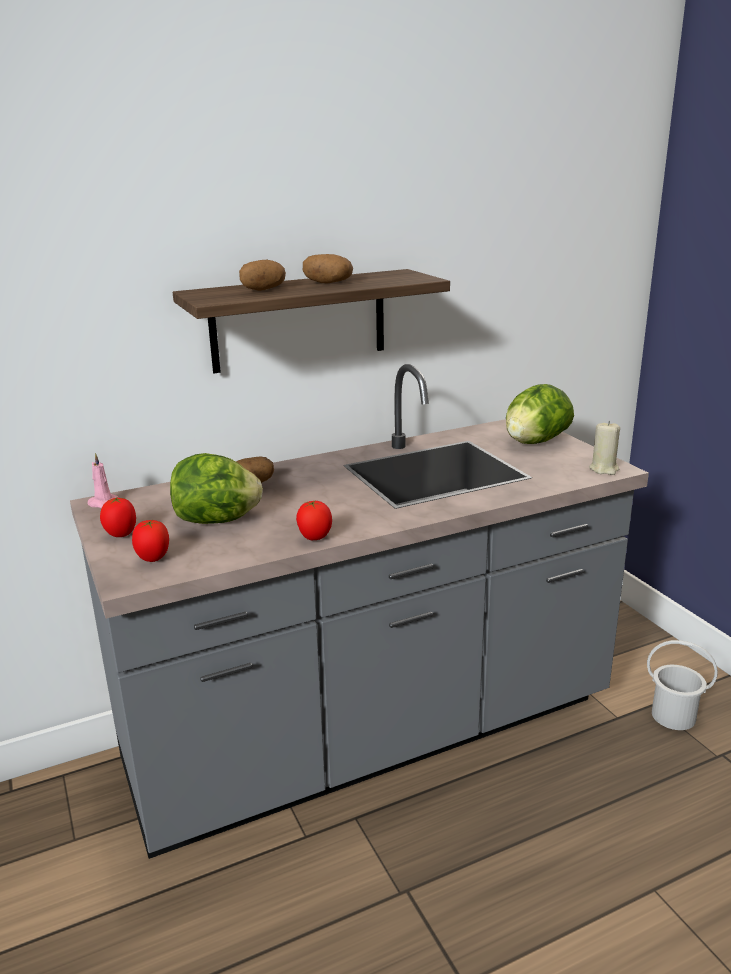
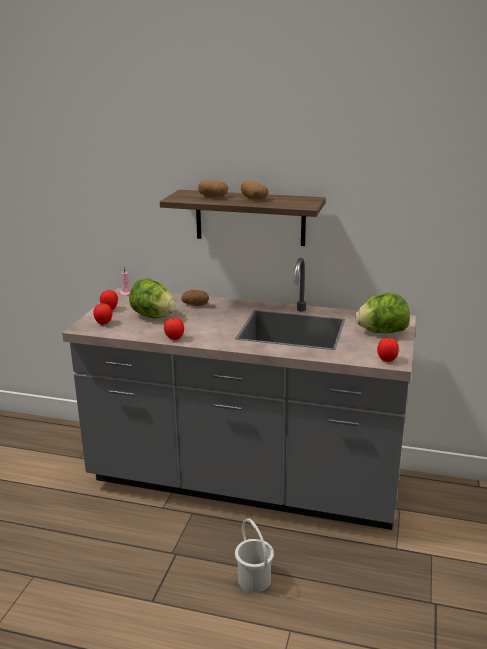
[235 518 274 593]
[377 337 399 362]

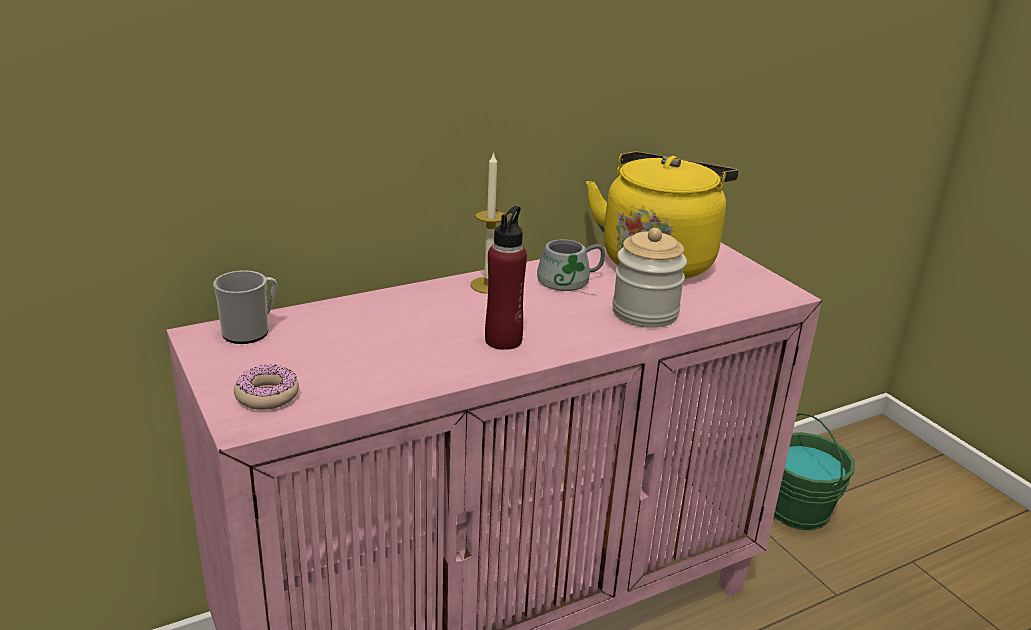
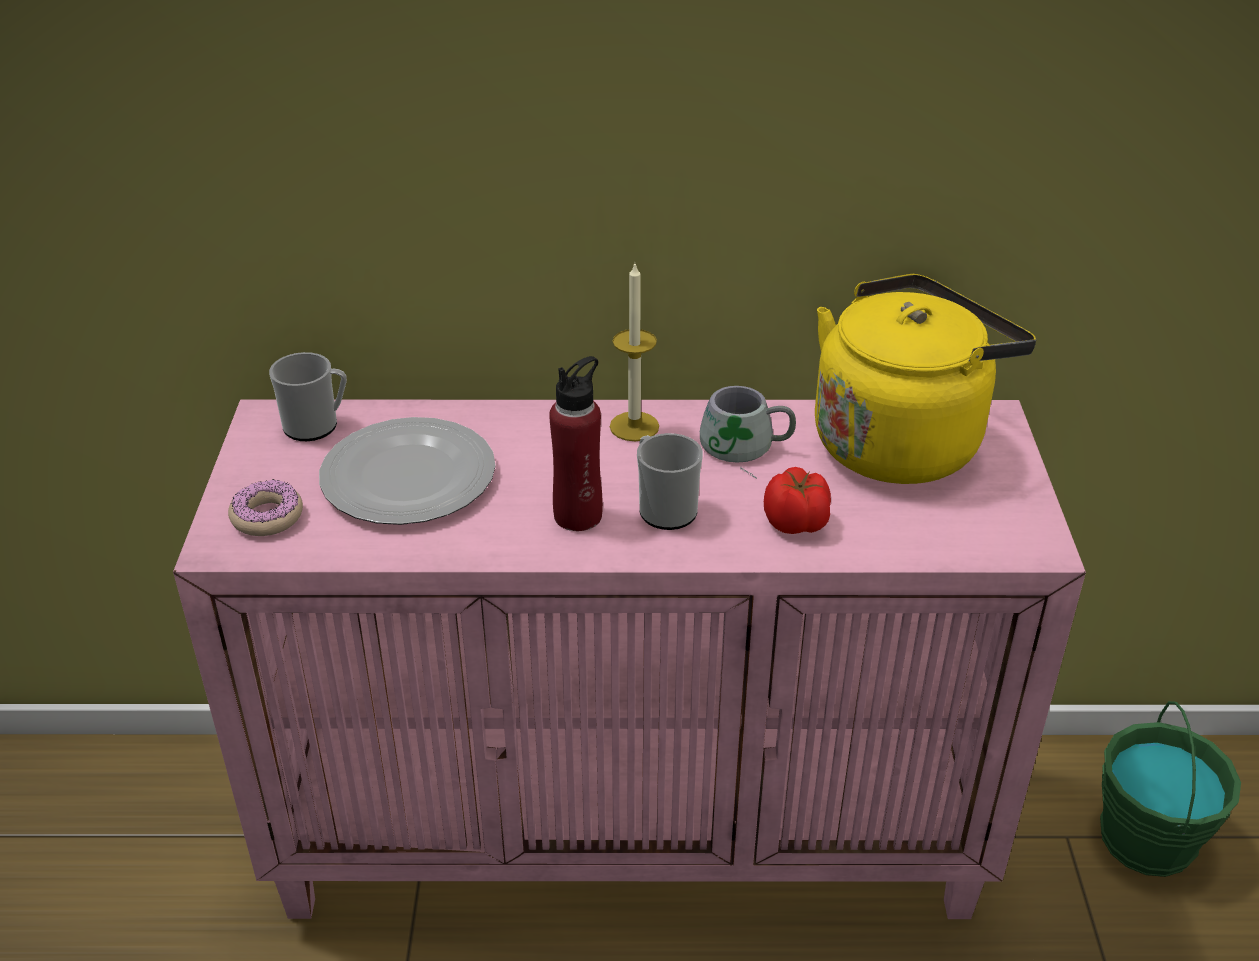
[319 417 495 525]
[637 433 703 530]
[764 467 831 534]

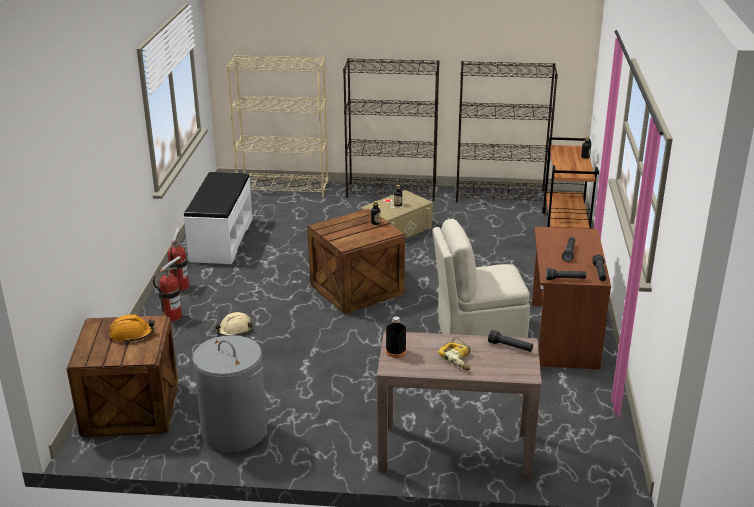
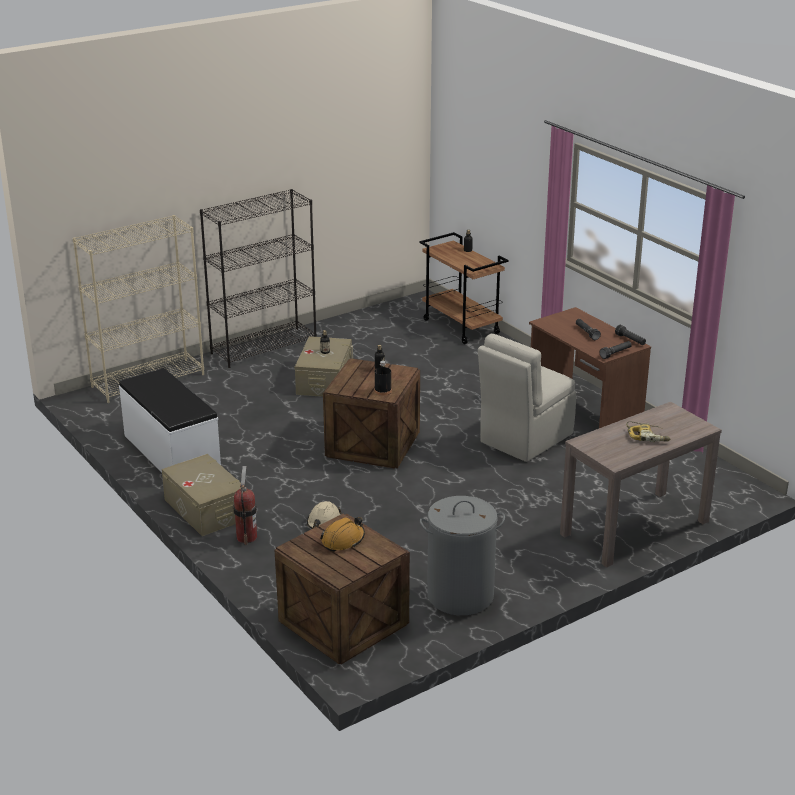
[162 454 241 536]
[374 361 392 396]
[456 61 558 206] (first image)
[488 330 533 352] (first image)

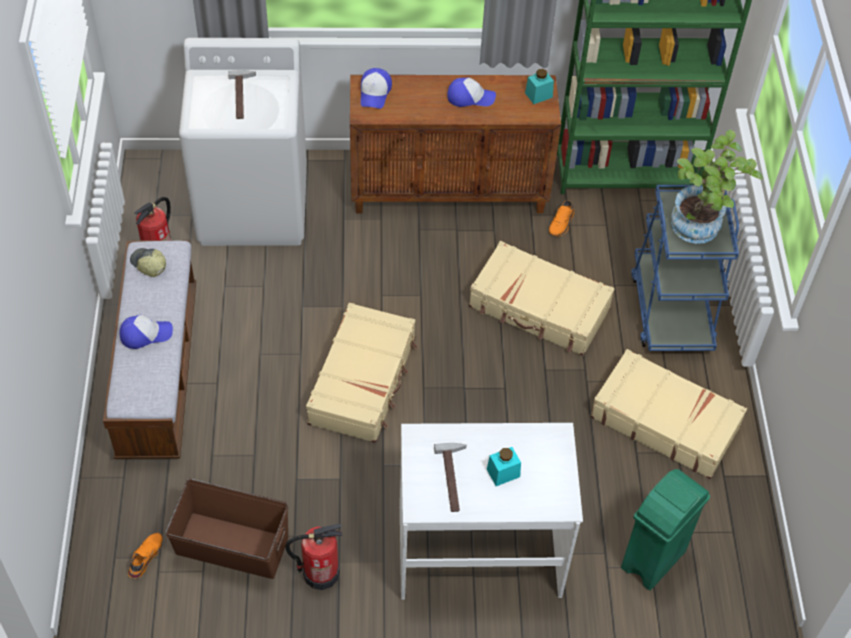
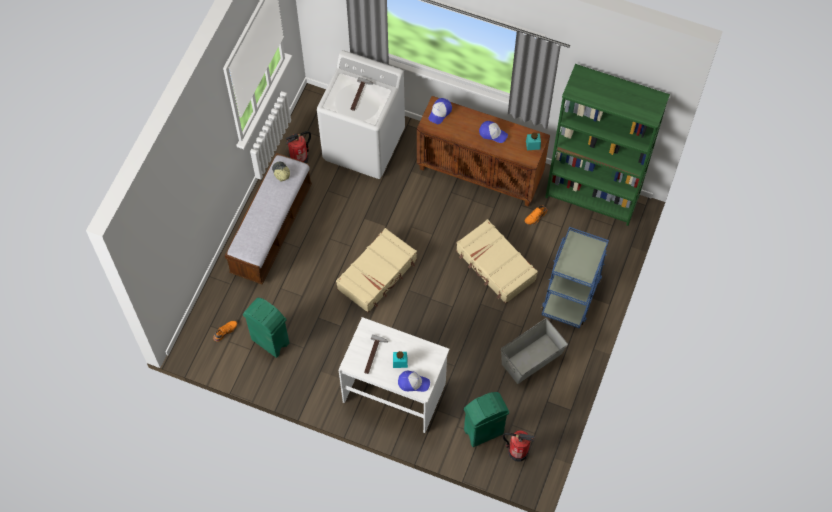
[243 298 289 358]
[398 371 430 392]
[501 318 568 384]
[502 431 535 461]
[671 130 763 244] (first image)

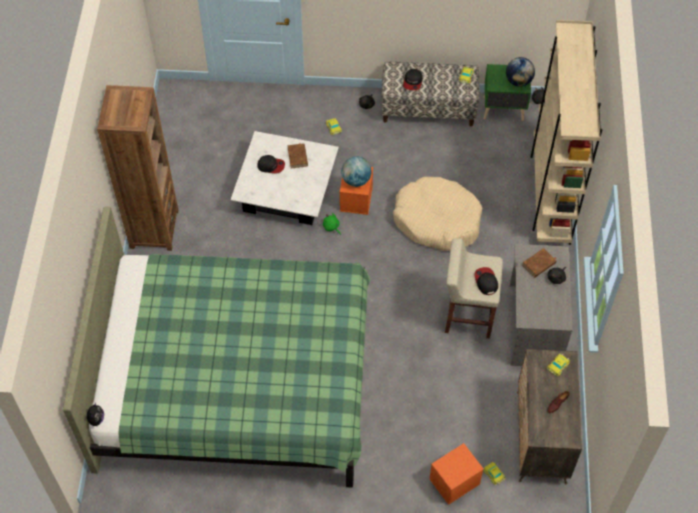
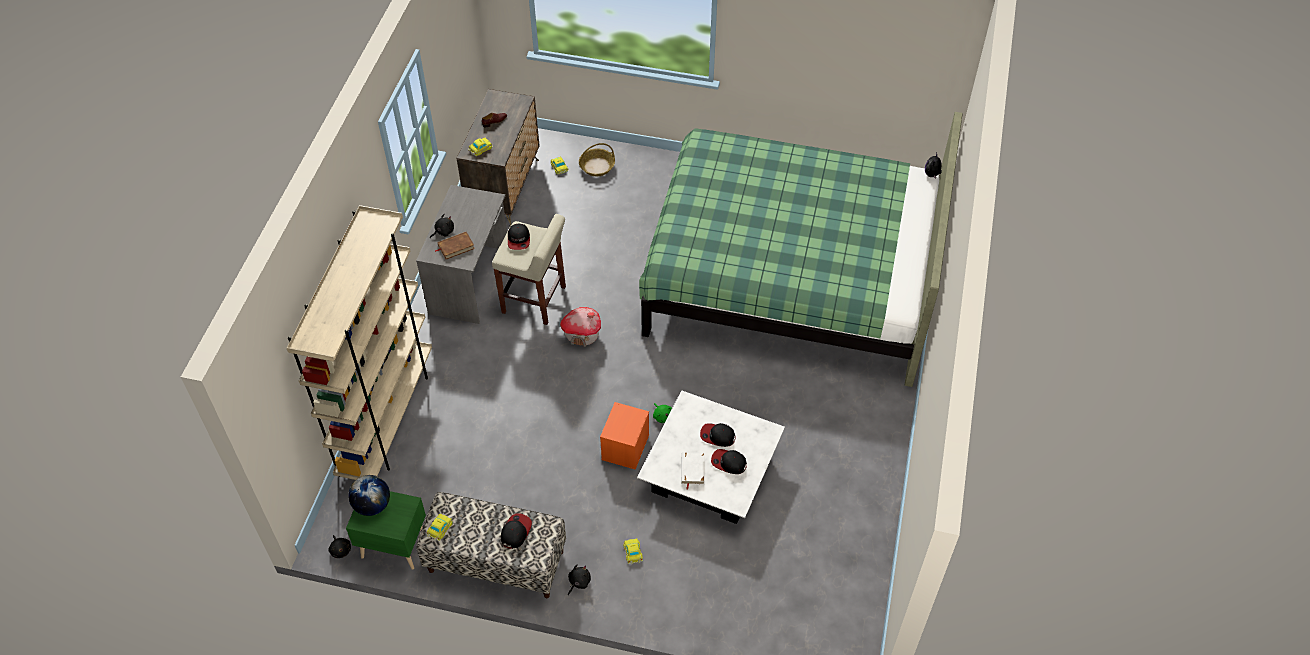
[560 307 601 347]
[579 143 615 176]
[681 452 704 490]
[700 423 735 447]
[97 85 178 251] (first image)
[341 156 372 187] (first image)
[393 177 482 251] (first image)

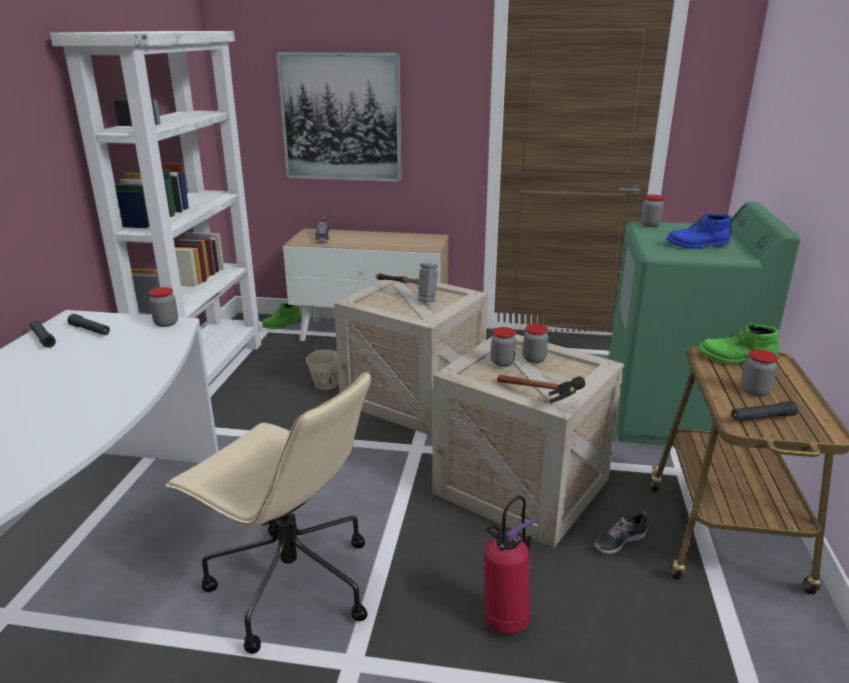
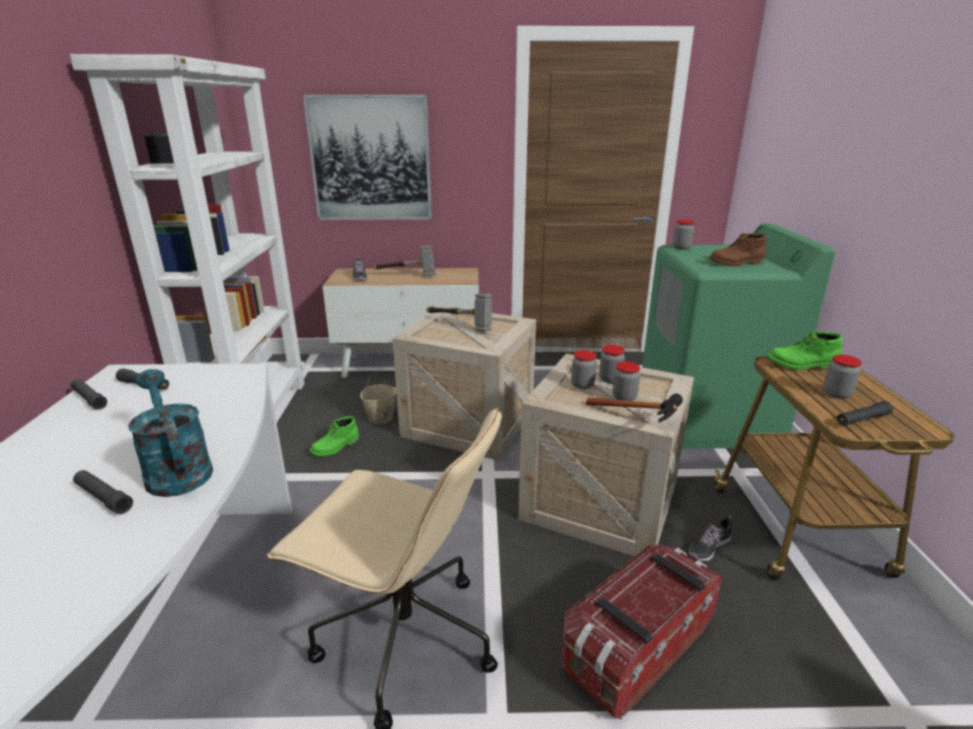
[73 470 133 514]
[128 369 213 497]
[310 416 359 456]
[373 245 436 276]
[562 545 722 719]
[613 361 640 401]
[709 233 766 266]

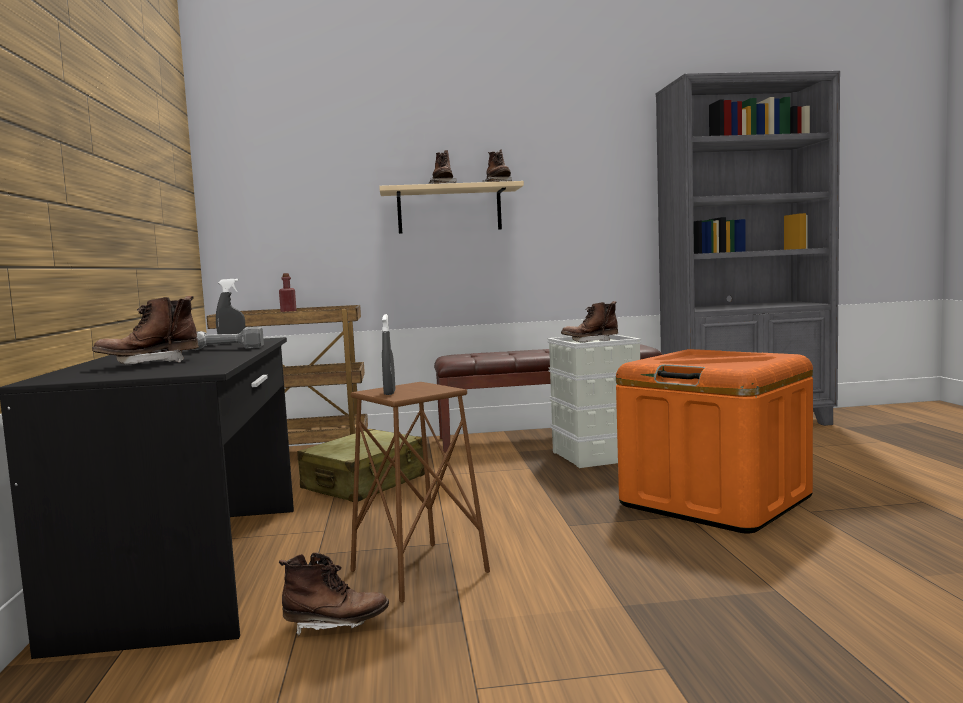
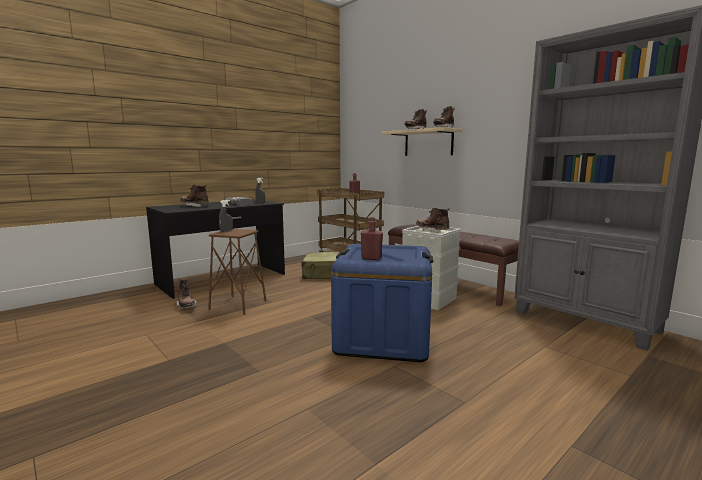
[331 244 433 362]
[361 217 383 261]

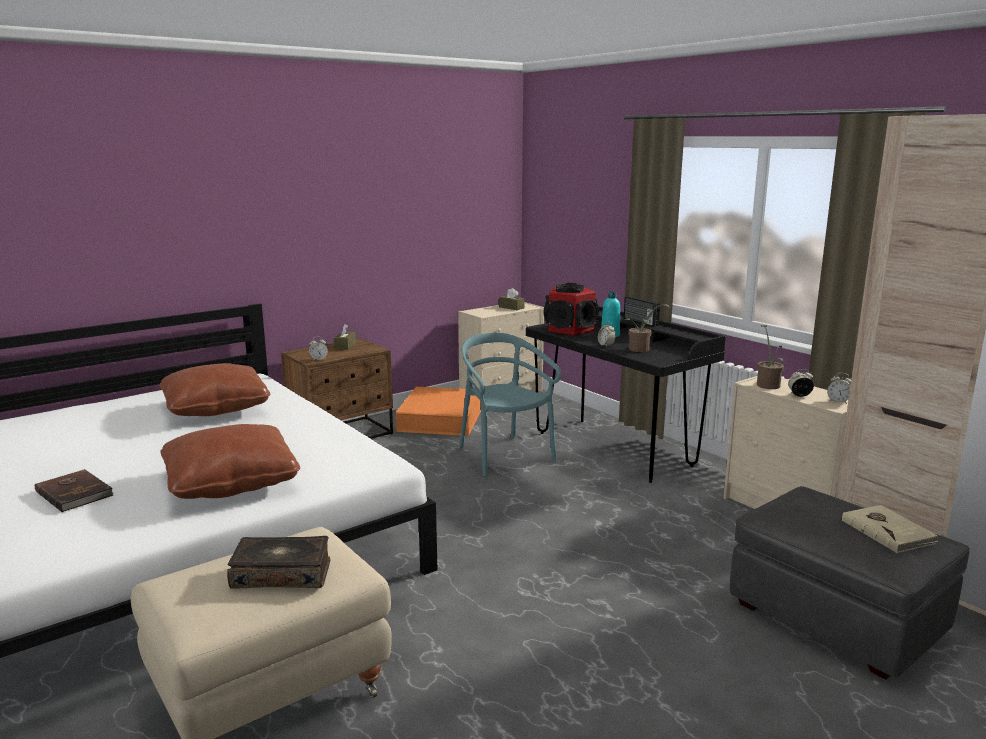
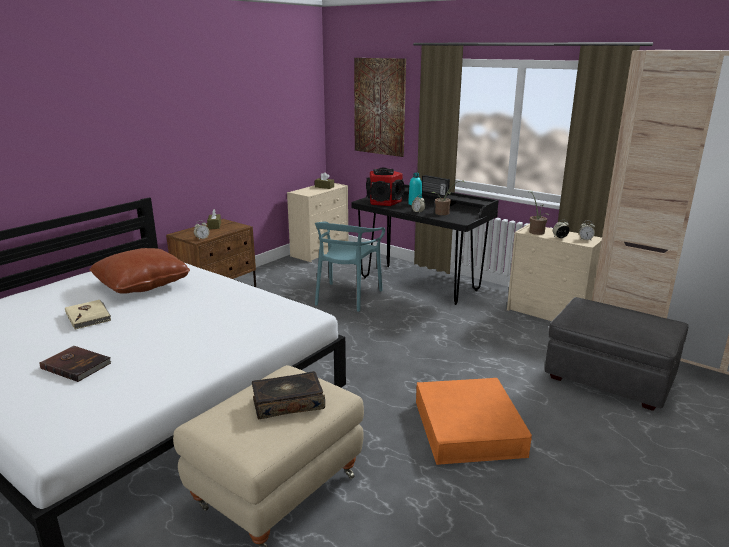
[65 300 111 330]
[315 222 385 312]
[354 58 406 157]
[416 378 532 465]
[160 424 300 499] (first image)

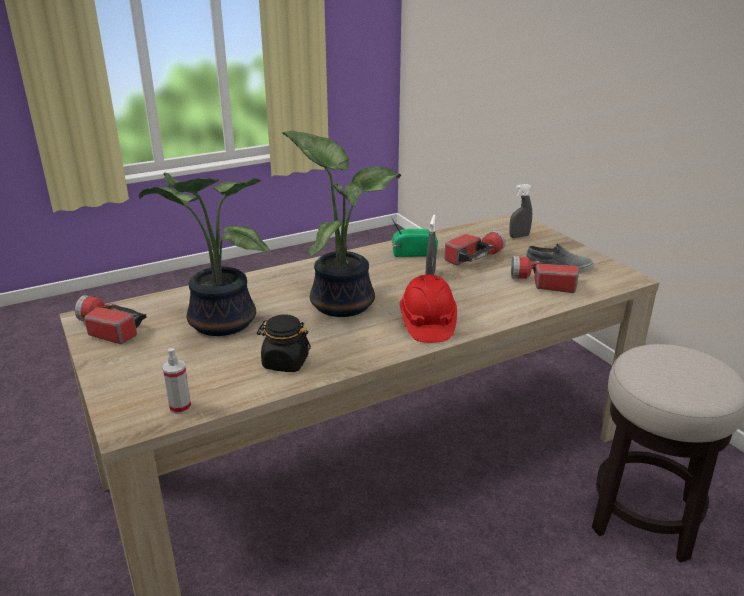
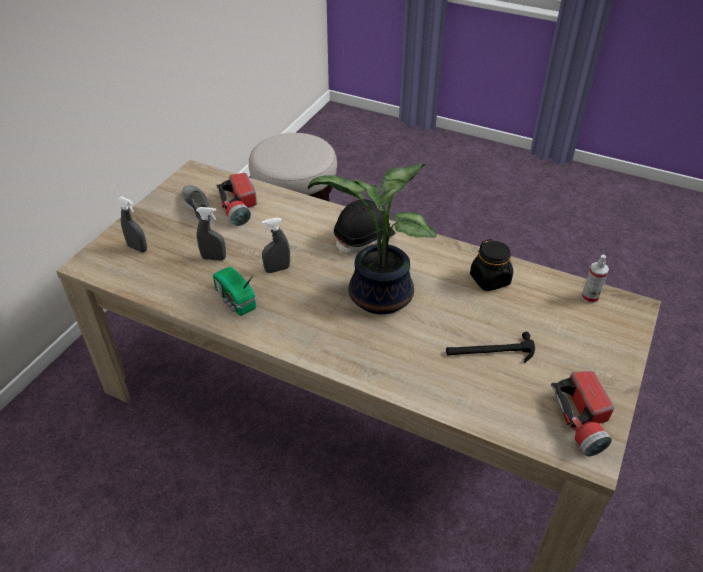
[196 207 226 261]
[334 199 395 253]
[446 332 535 363]

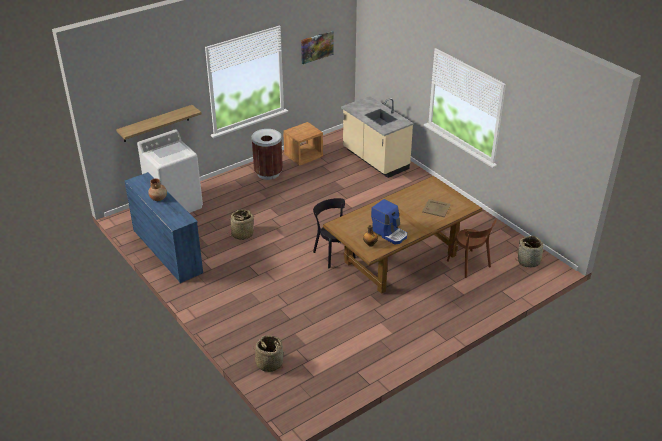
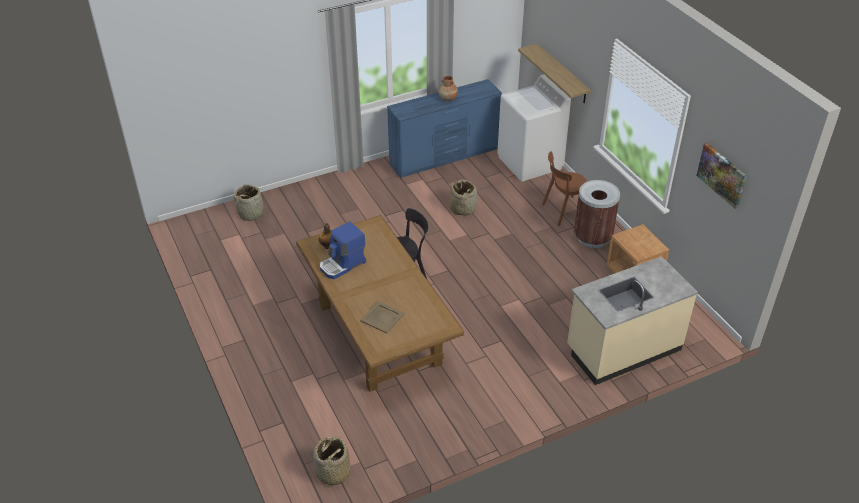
[542 151 587 226]

